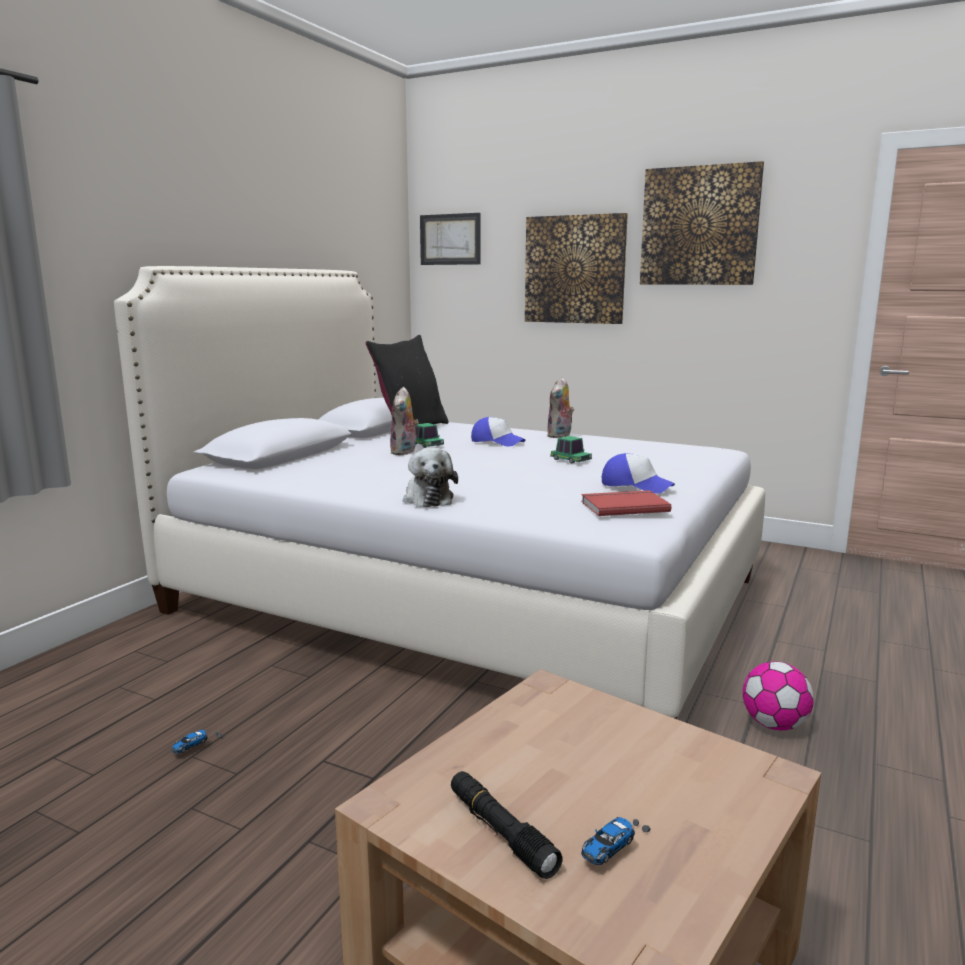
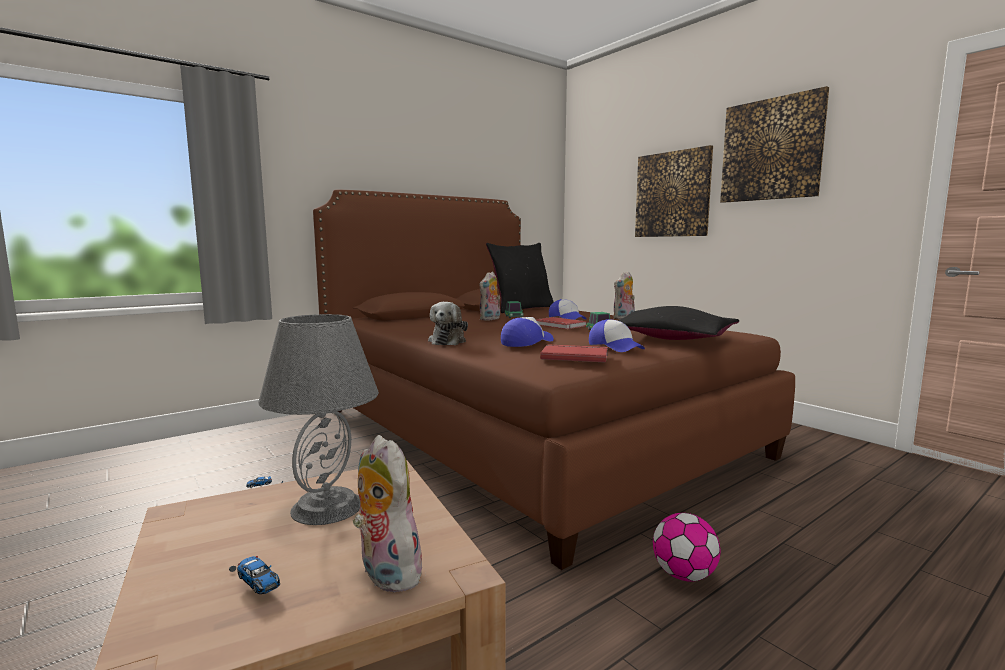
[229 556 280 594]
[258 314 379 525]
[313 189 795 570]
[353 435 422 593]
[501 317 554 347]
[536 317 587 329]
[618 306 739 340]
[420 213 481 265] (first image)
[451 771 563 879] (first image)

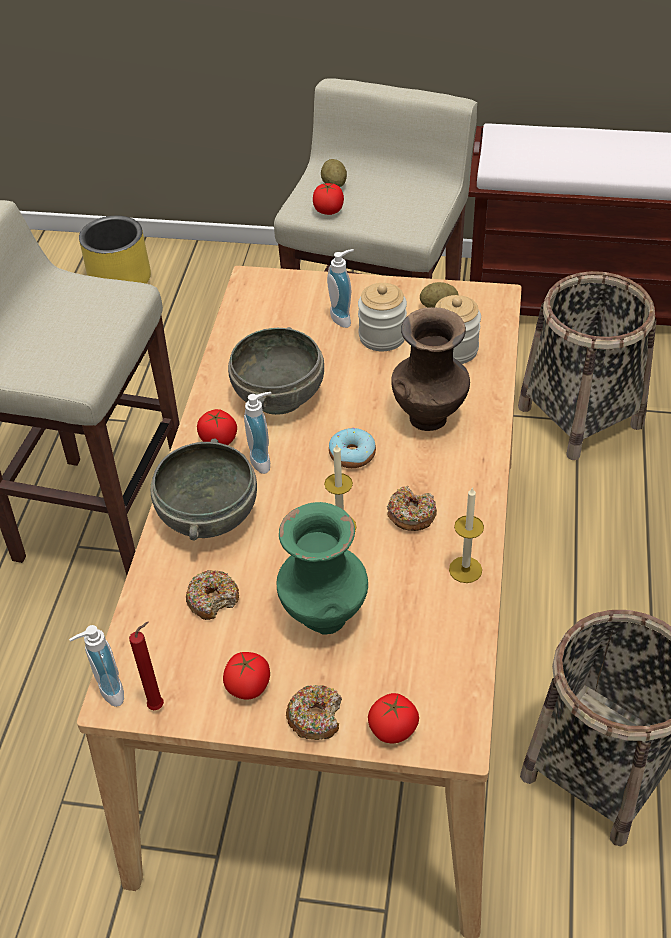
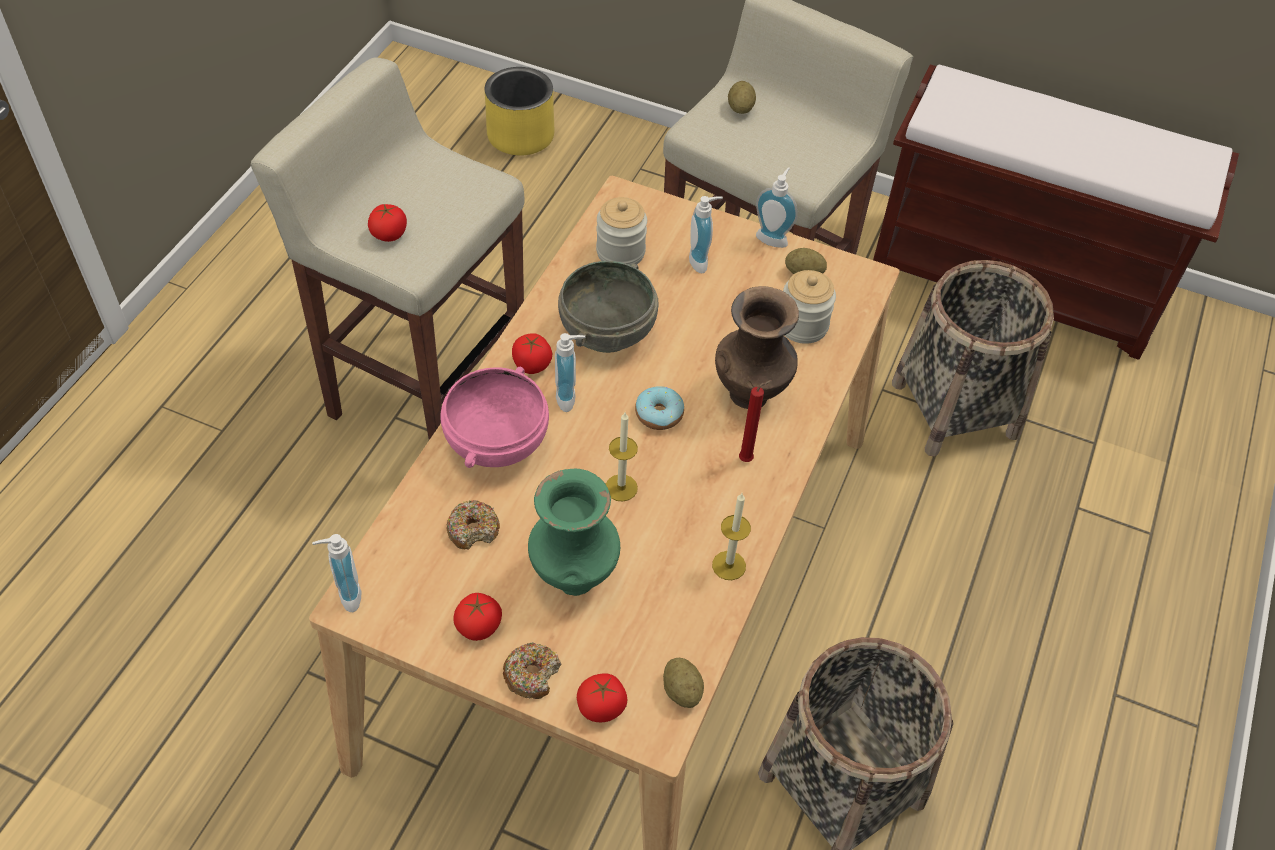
[368 204 407 242]
[440 367 549 468]
[596 197 647 265]
[663 658 704 708]
[739 380 772 462]
[756 167 798 248]
[387 486 437 531] (first image)

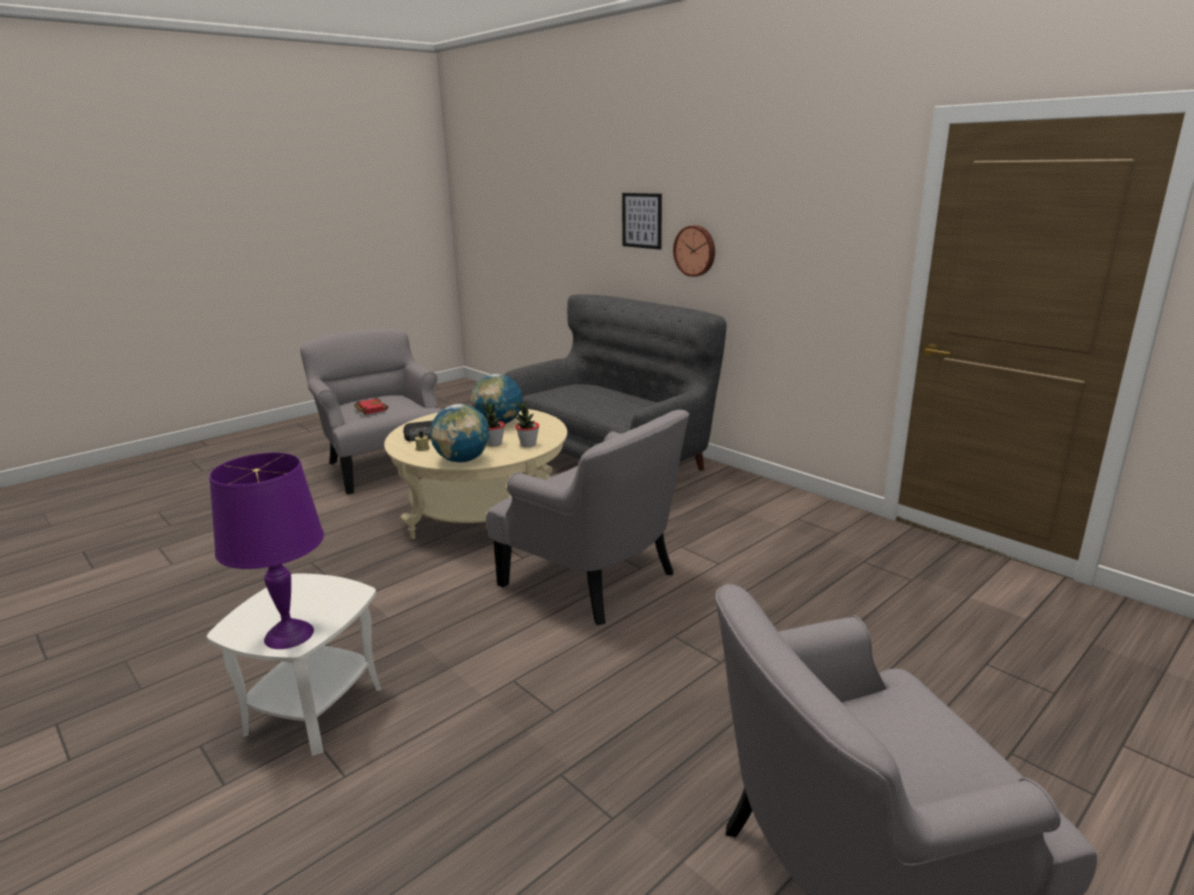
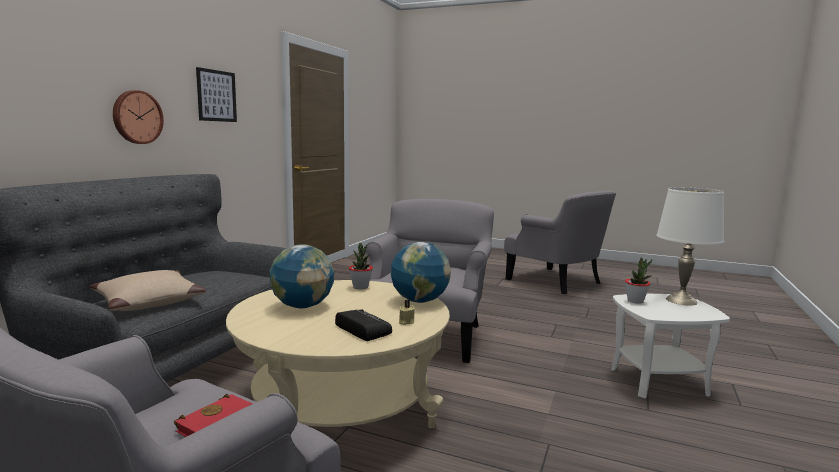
[89 270 206 311]
[196 67 237 122]
[625 258 652 304]
[656 187 724 306]

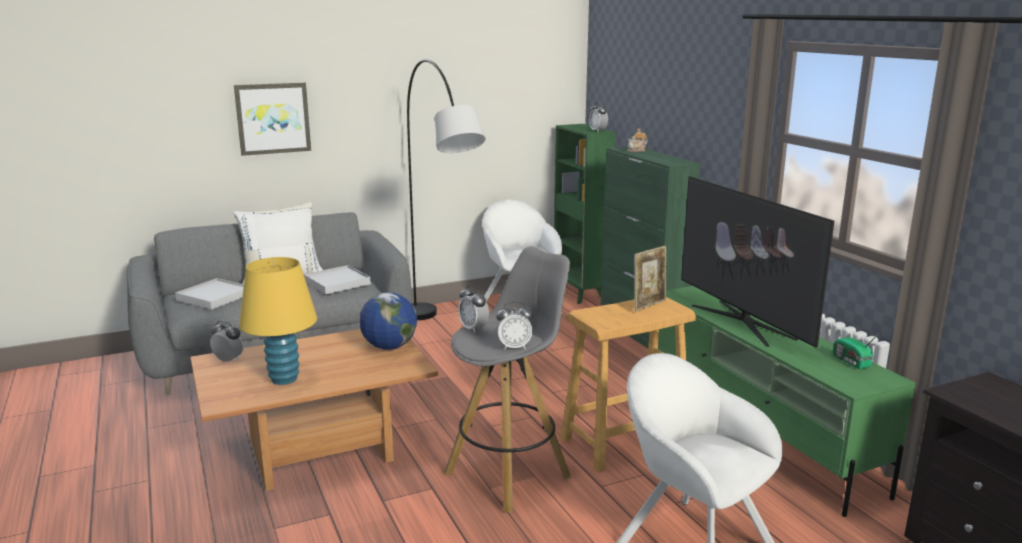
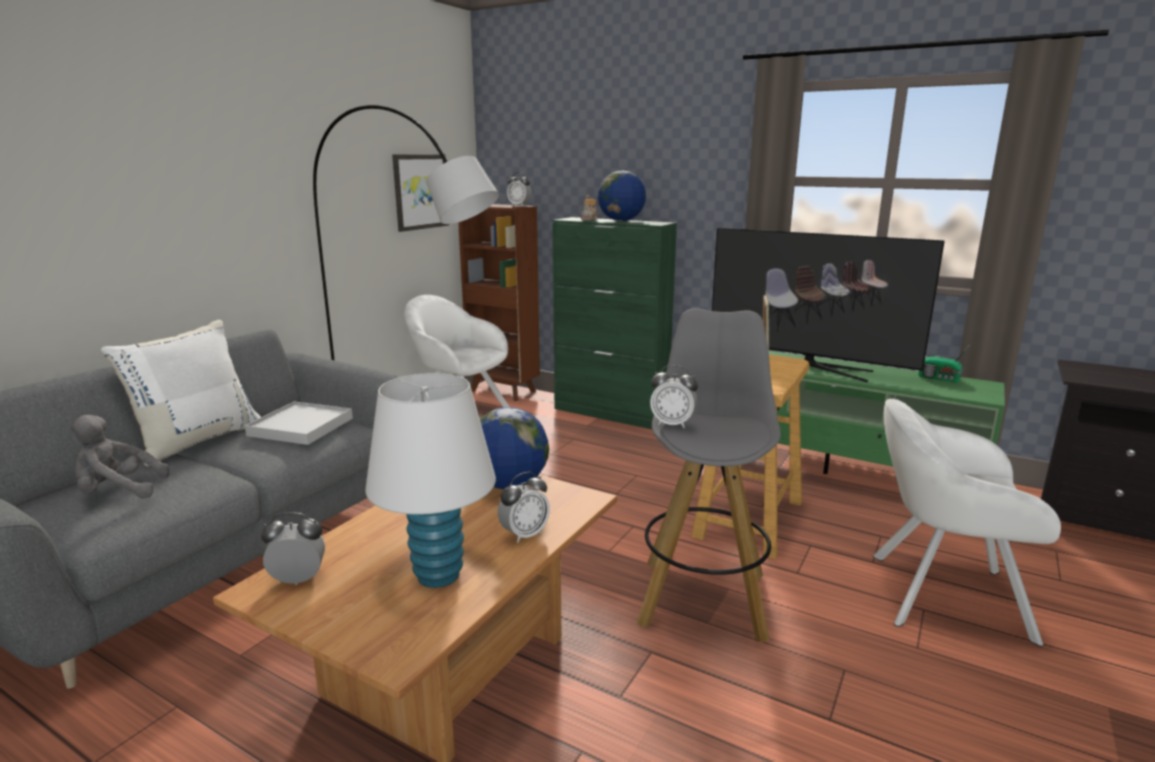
[70 415 170 498]
[365 373 496 588]
[392 154 449 232]
[458 204 540 401]
[498 472 550 543]
[598 170 646 221]

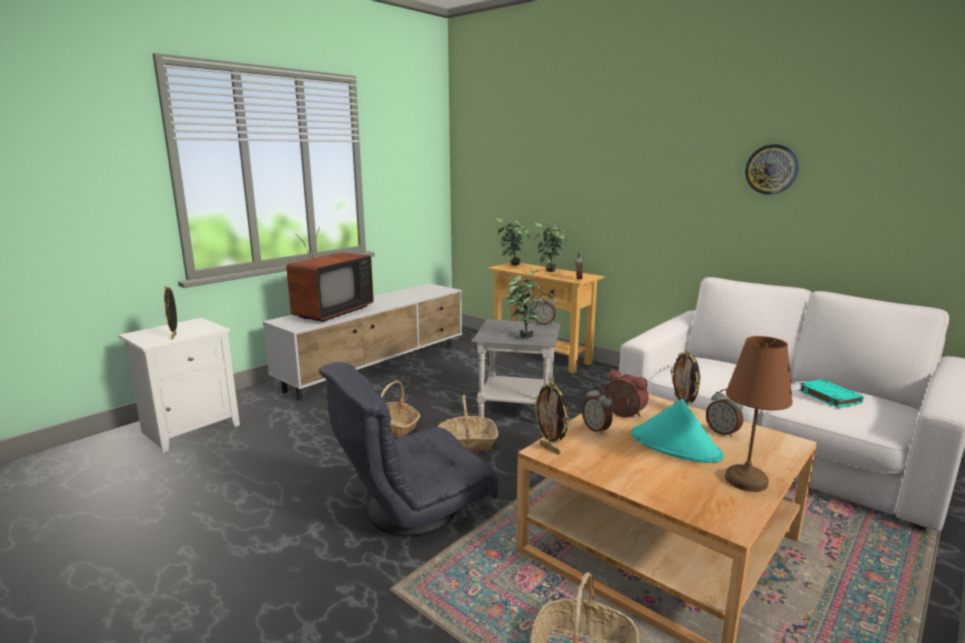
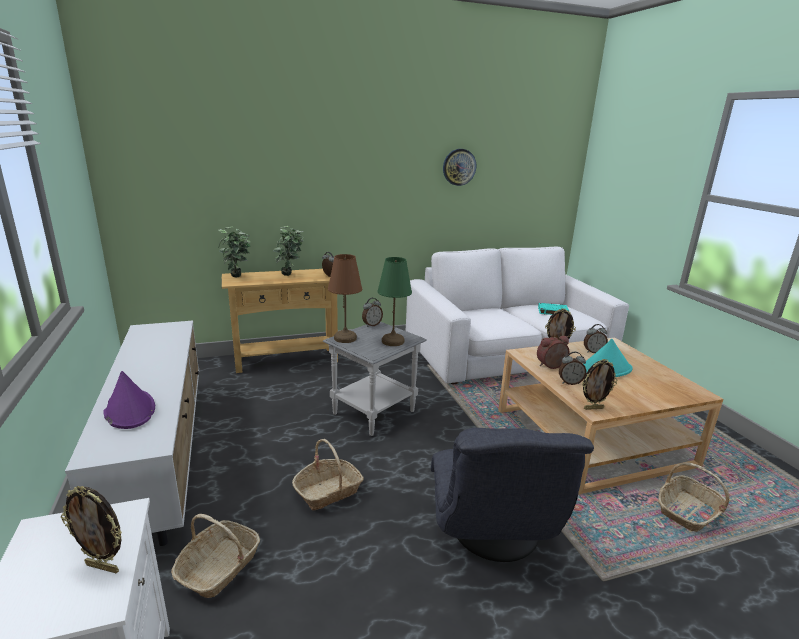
[103 371 155 429]
[171 514 260 598]
[328 254 362 343]
[377 257 412 346]

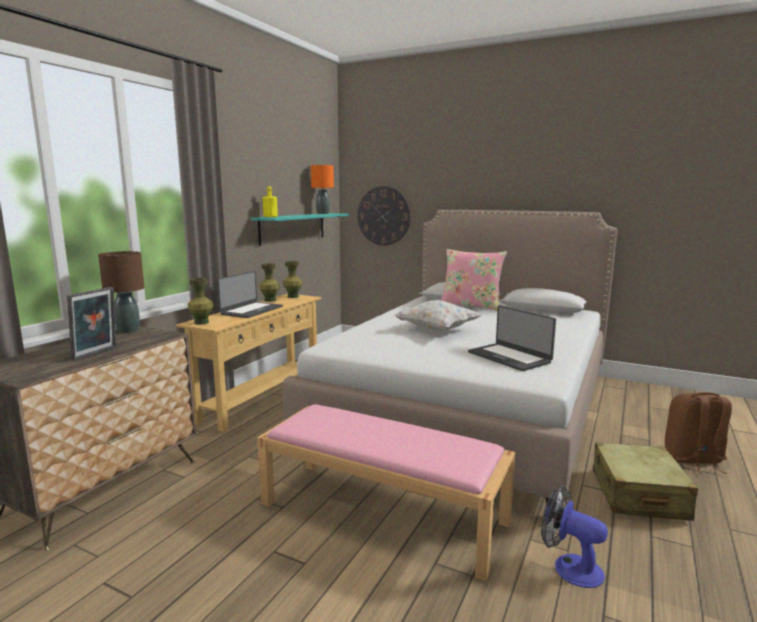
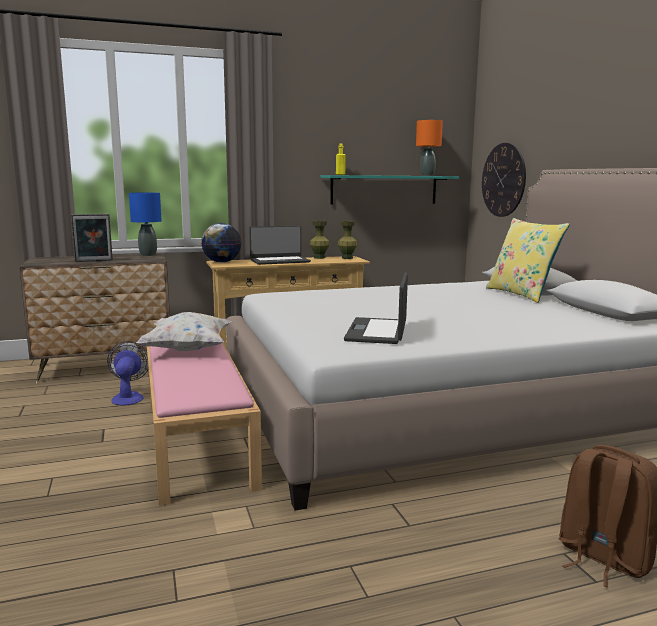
[107 341 148 405]
[129 193 162 256]
[136 312 231 351]
[201 223 241 263]
[486 218 570 303]
[593 442 698 521] (first image)

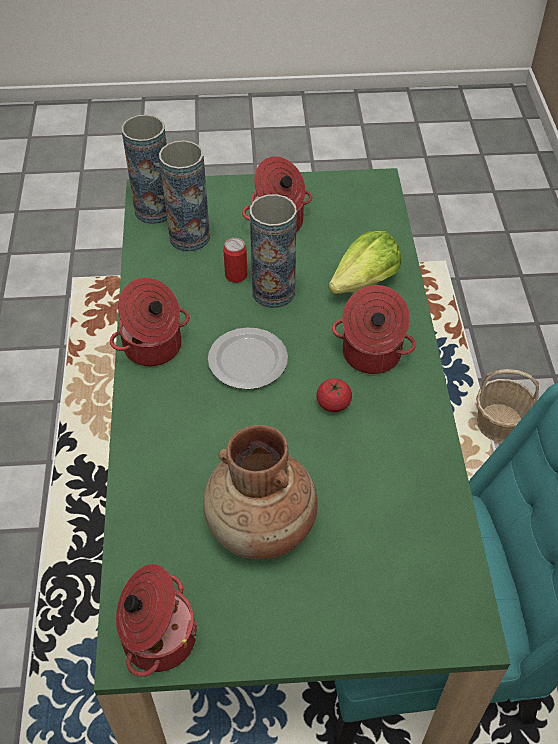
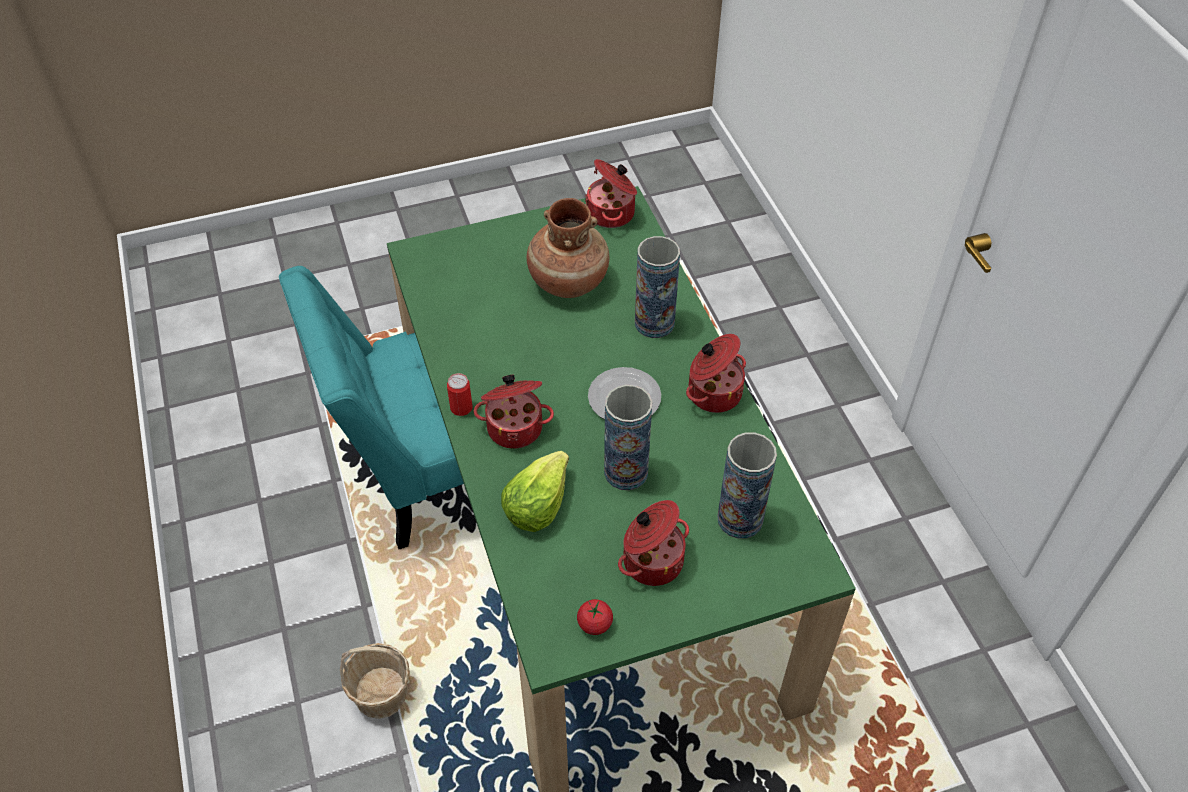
[447 373 473 416]
[577 599 613 635]
[635 236 680 338]

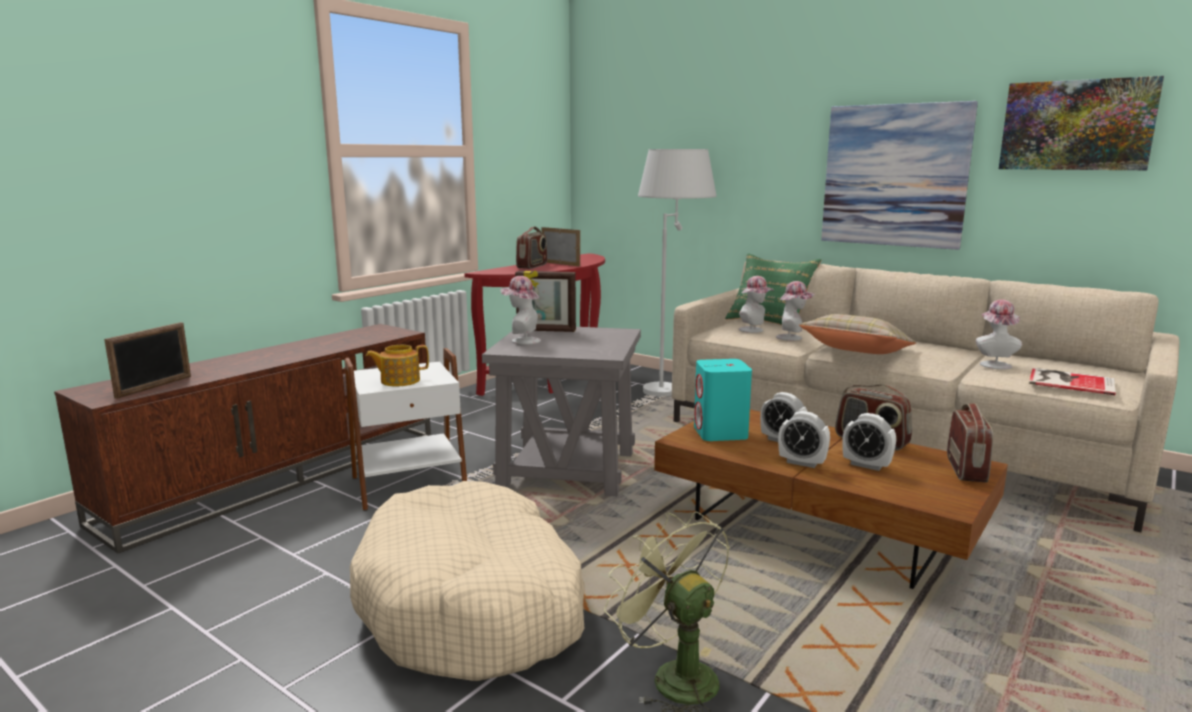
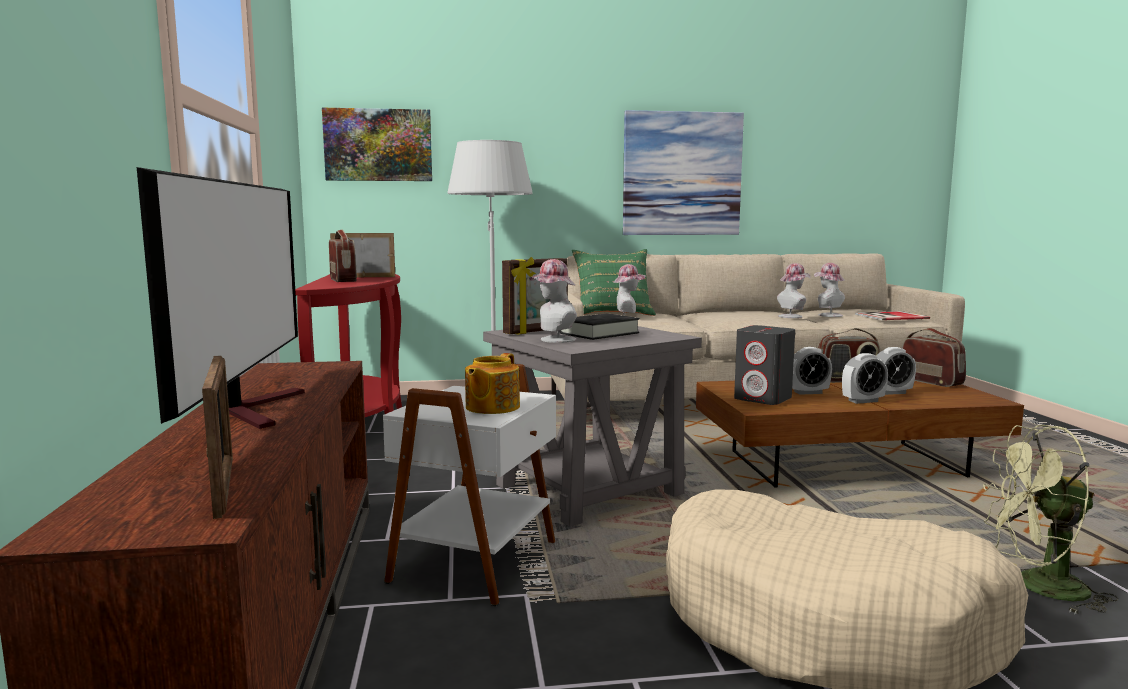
[137 167 305 429]
[322 108 432 181]
[559 313 640 340]
[734 325 795 405]
[777 263 810 318]
[799 314 916 354] (first image)

